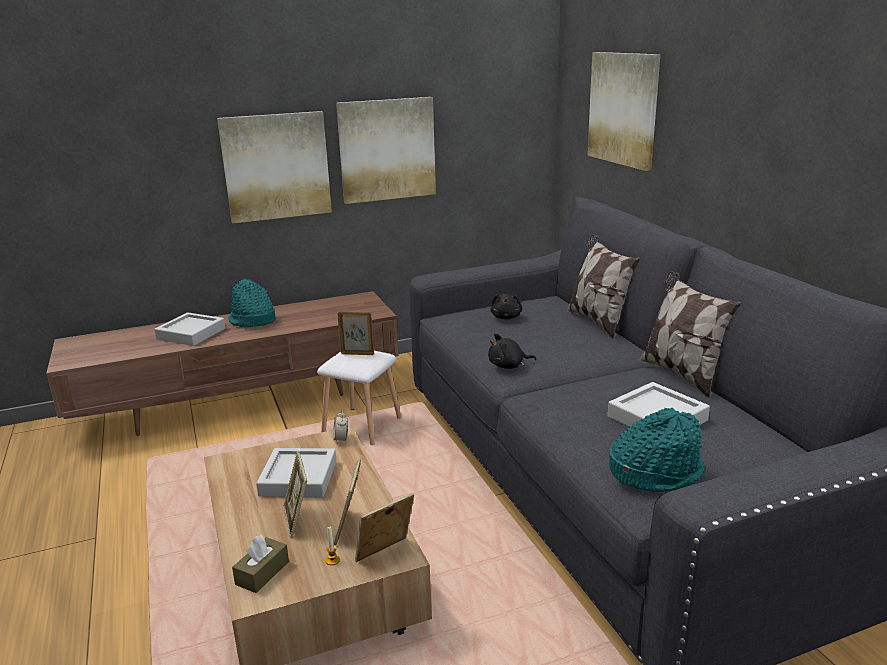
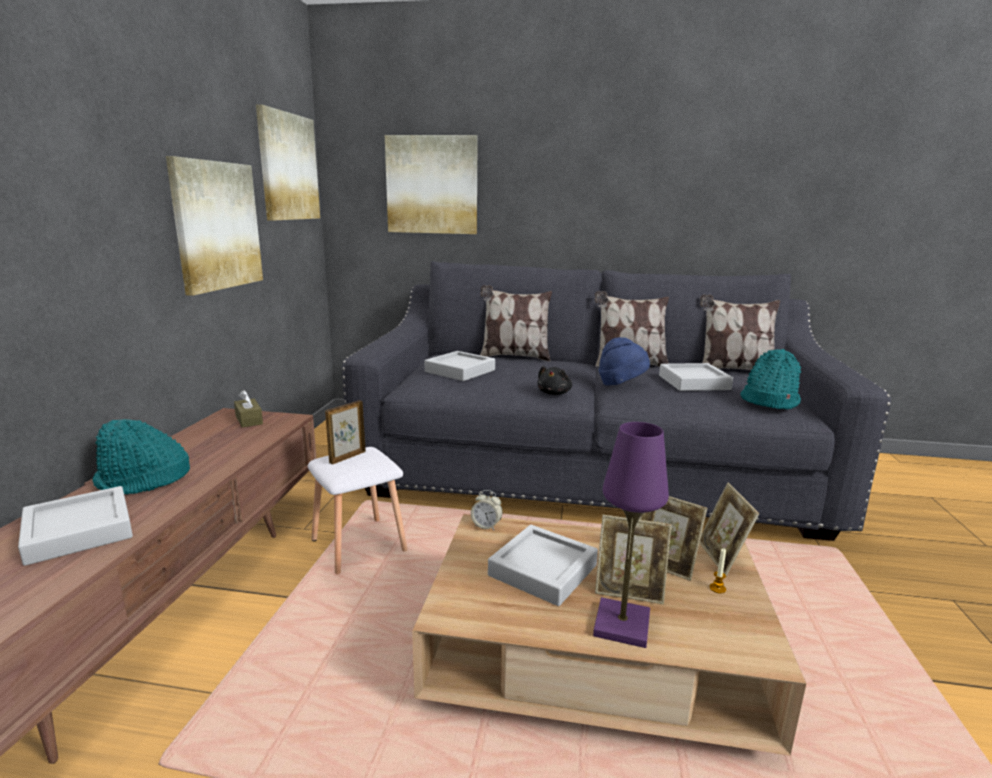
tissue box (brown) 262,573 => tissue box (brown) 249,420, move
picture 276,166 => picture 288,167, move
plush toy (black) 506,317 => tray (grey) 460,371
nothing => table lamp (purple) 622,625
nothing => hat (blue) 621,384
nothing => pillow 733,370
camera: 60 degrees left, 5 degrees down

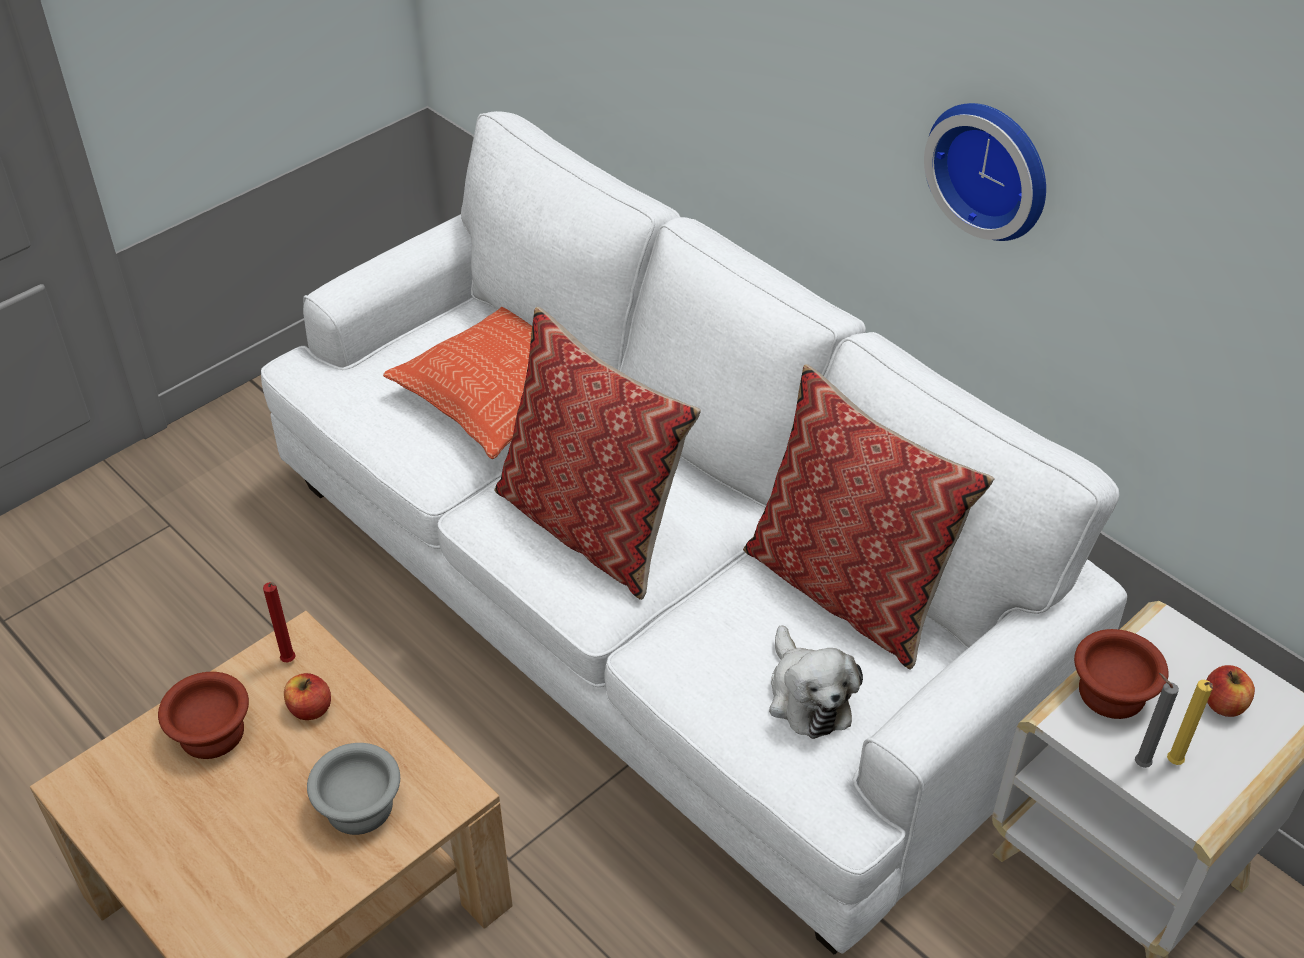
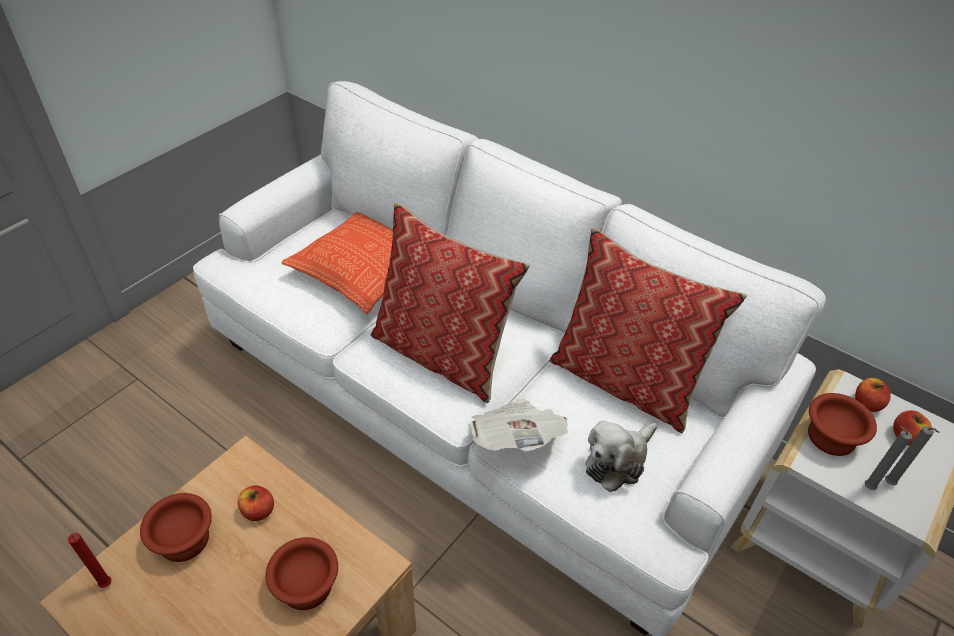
candle (red) 290,662 => candle (red) 107,585, move
bowl (grey) 362,806 => bowl (brown) 309,585
nothing => newspaper 516,440
plush toy 807,696 => plush toy 617,460, 75 degrees clockwise
nothing => apple 866,403
candle (yellow) 1174,764 => candle (grey) 890,485
wall clock 993,167 => nothing
camera: 10 degrees left, 0 degrees up

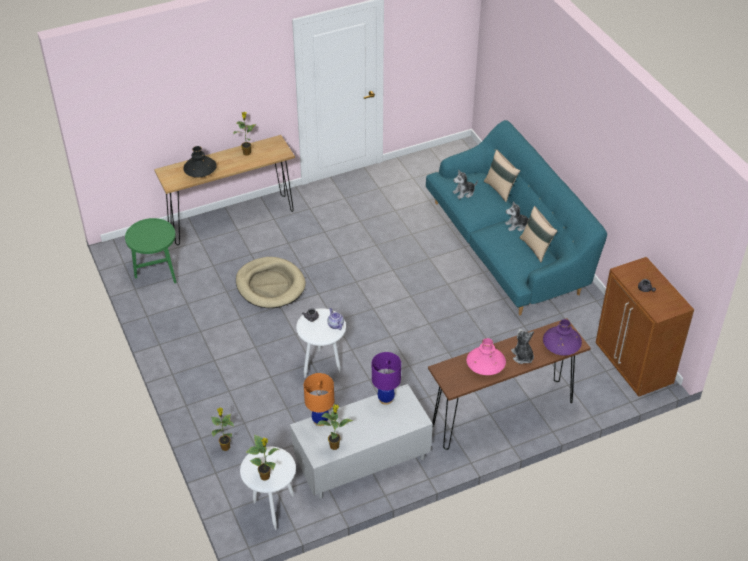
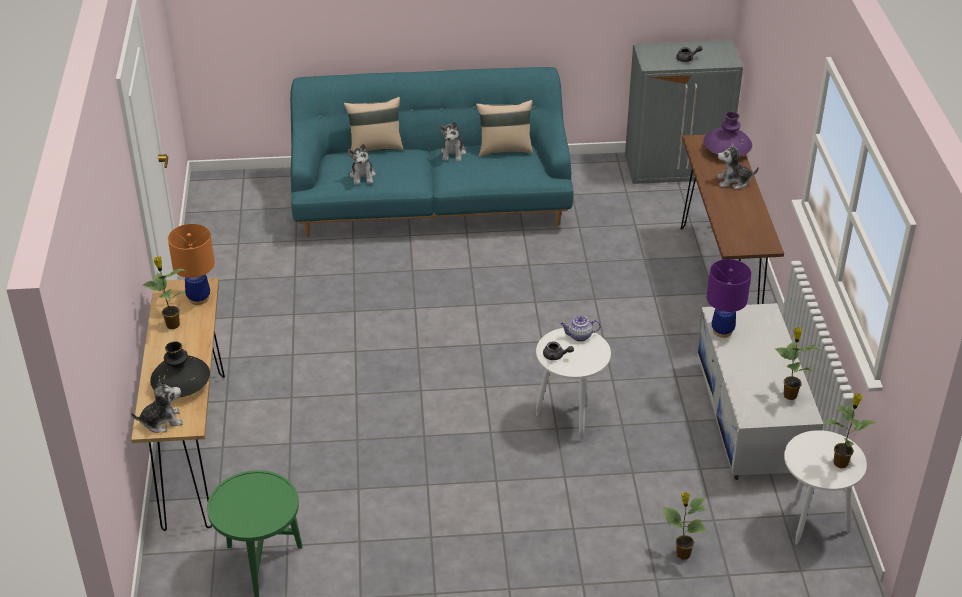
nothing => plush toy 162,421
table lamp (orange) 320,420 => table lamp (orange) 198,298, move
cabinet (brown) 634,363 => cabinet (grey) 676,167
dog bed (beige) 270,285 => nothing
vase (pink) 485,365 => nothing
camera: 70 degrees left, 5 degrees down

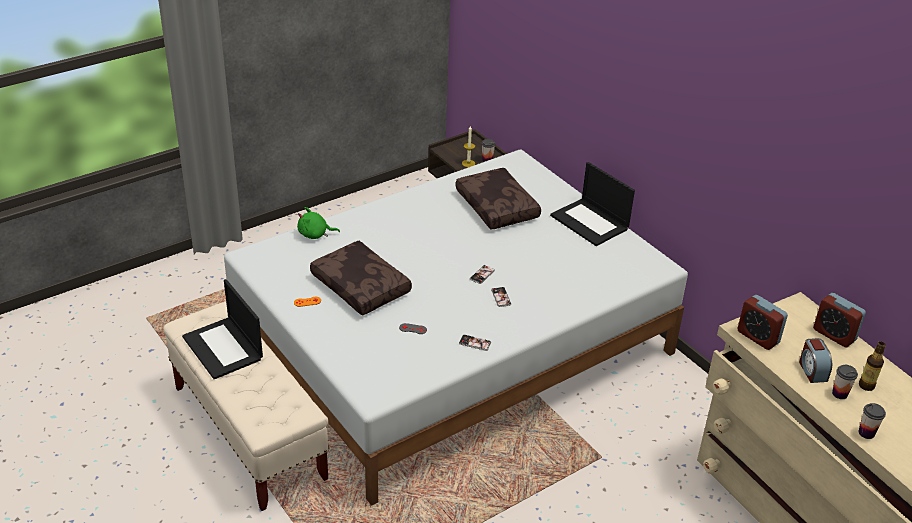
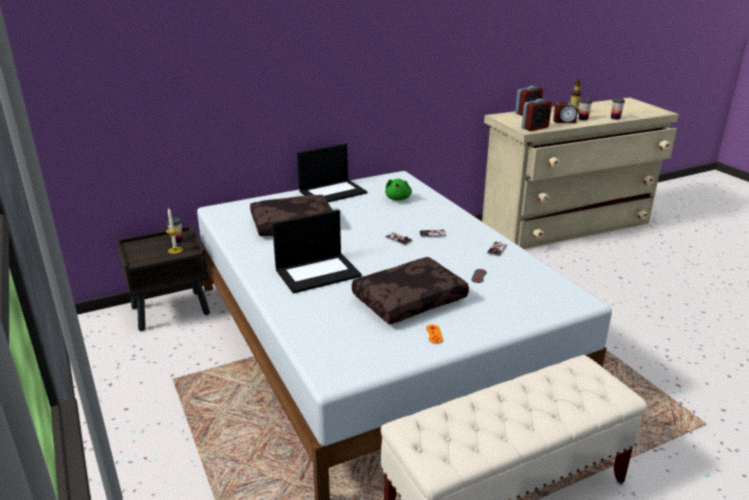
laptop 224,348 => laptop 318,272, move
plush toy (green) 315,234 => plush toy (green) 398,198, move
camera: 80 degrees left, 10 degrees down

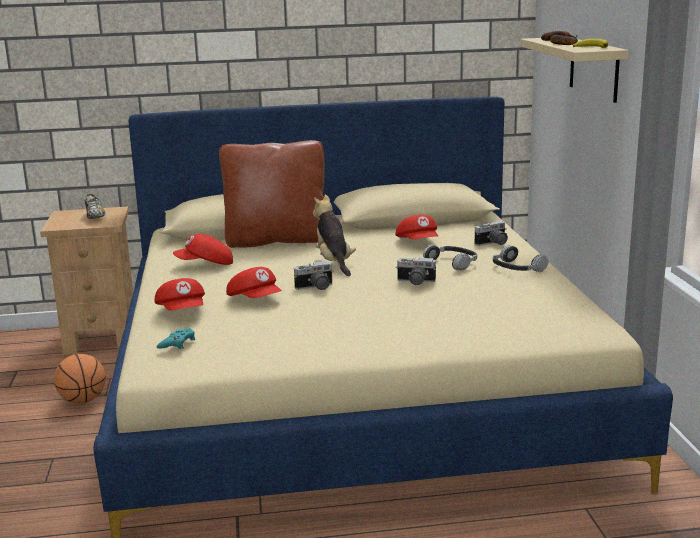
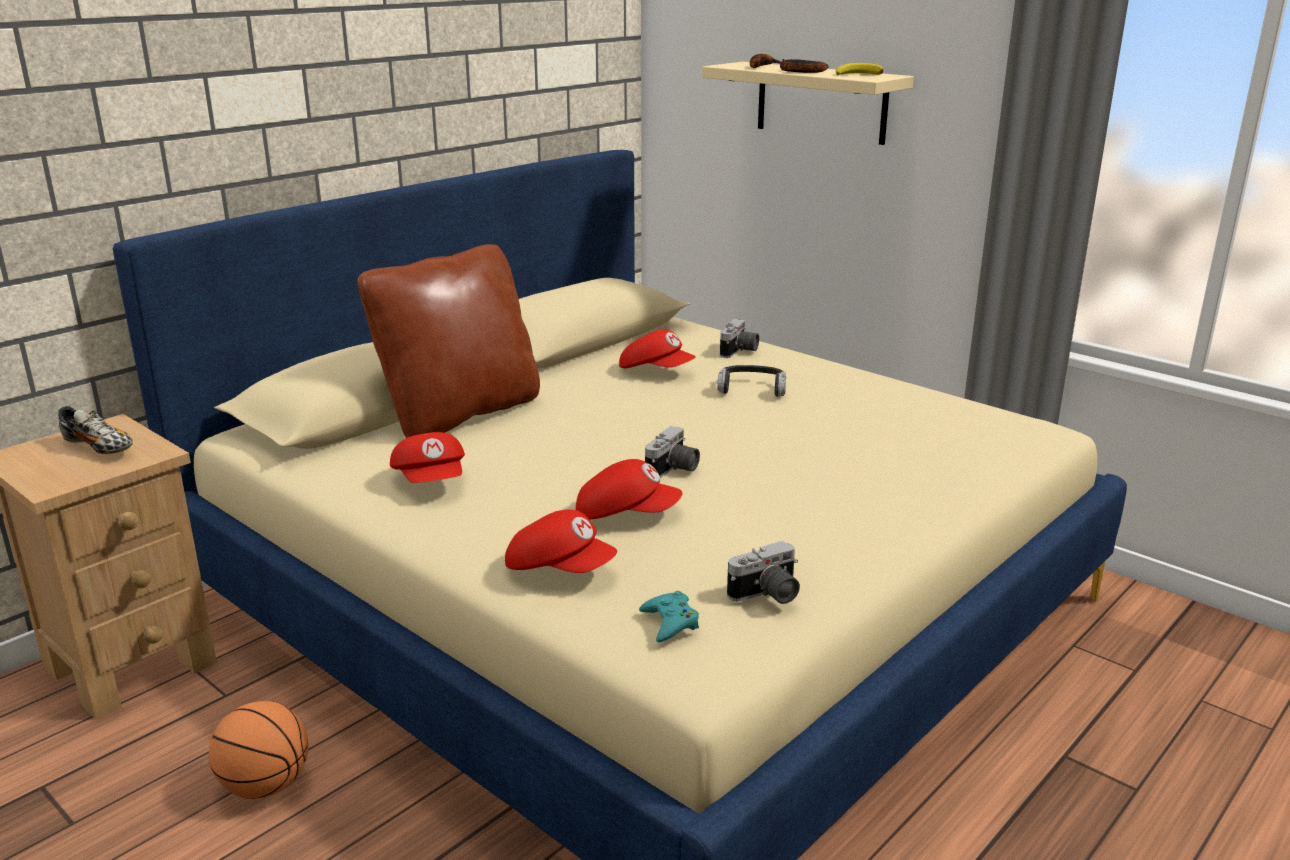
cap (red) 205,265 => cap (red) 432,481, 60 degrees counterclockwise
photo camera 415,282 => photo camera 767,595, move
plush toy 334,262 => nothing
headphones 517,268 => nothing
camera: 40 degrees left, 5 degrees up

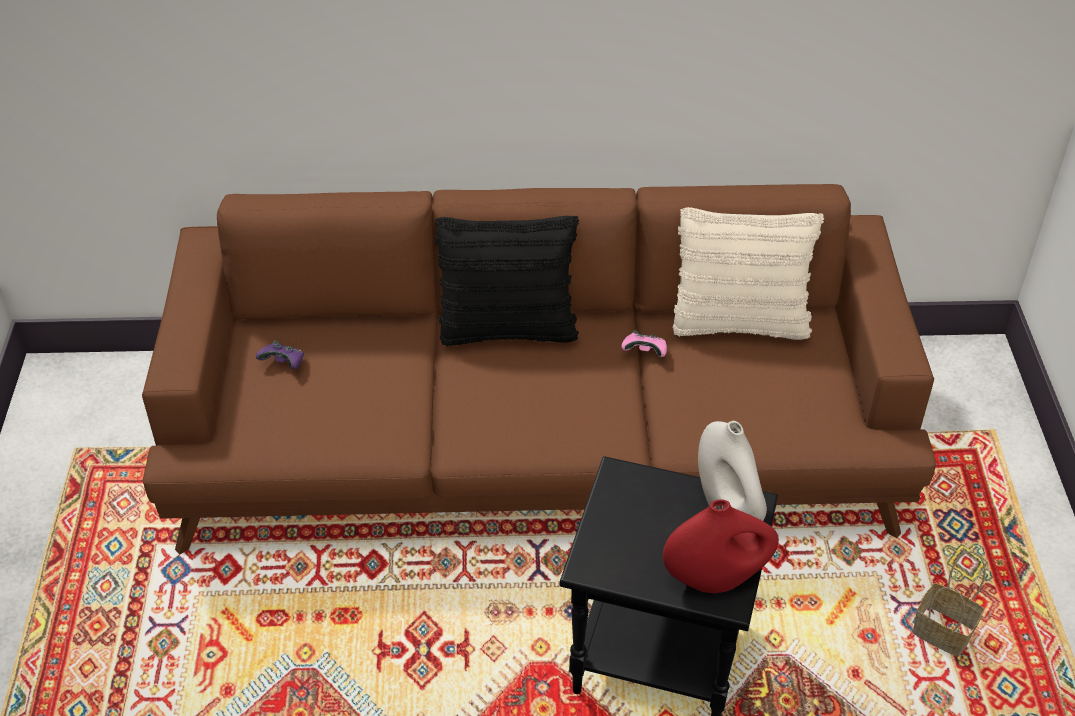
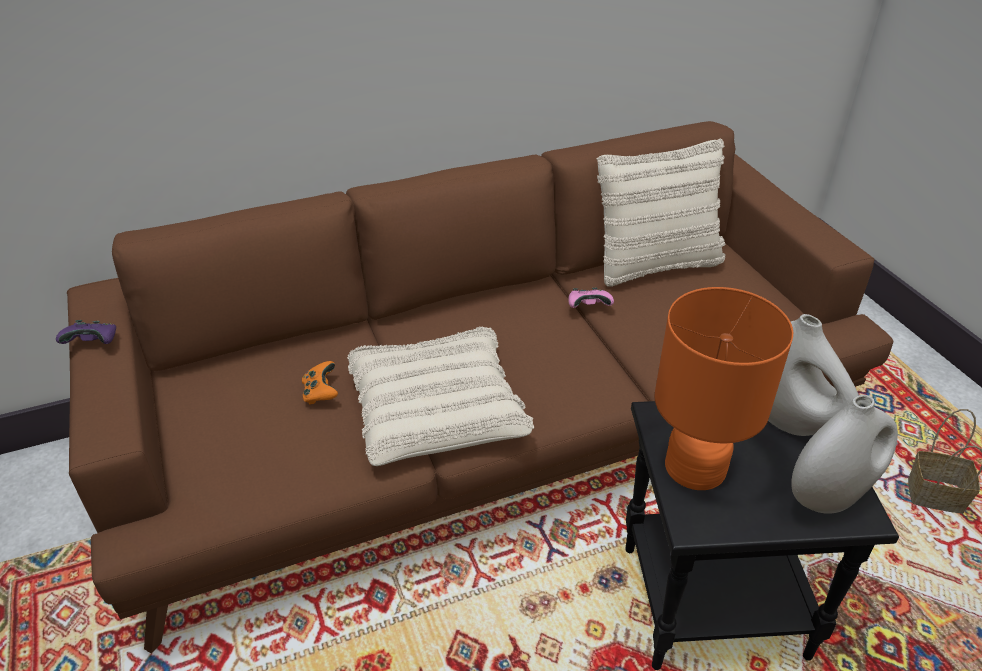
game controller (purple) 284,364 => game controller (purple) 94,344, move
nothing => game controller (orange) 321,393
nothing => pillow (beige) 437,408
nothing => table lamp (orange) 695,466
vase (red) 716,578 => vase (white) 830,494
pillow (black) 508,330 => nothing
camera: 20 degrees left, 5 degrees down

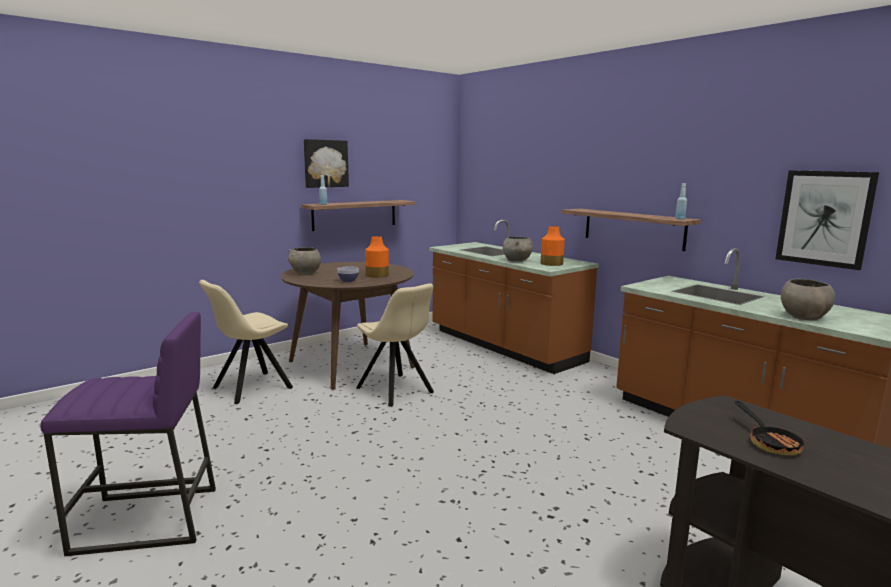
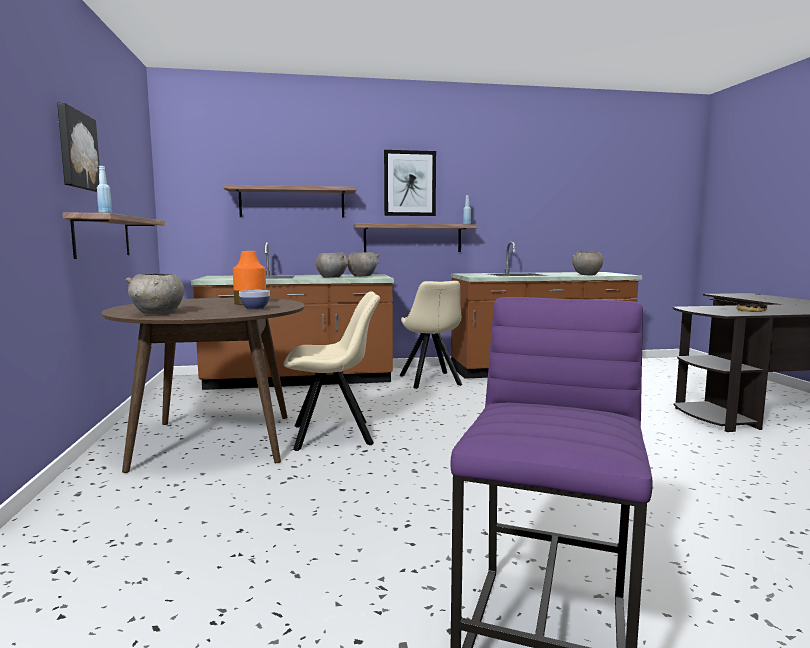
nothing => shelf 292,202
vase (orange) 551,263 => bowl (grey) 362,276
picture 824,218 => picture 409,183, move
chair (beige) 251,388 => chair (beige) 430,380, move
camera: 60 degrees left, 5 degrees down

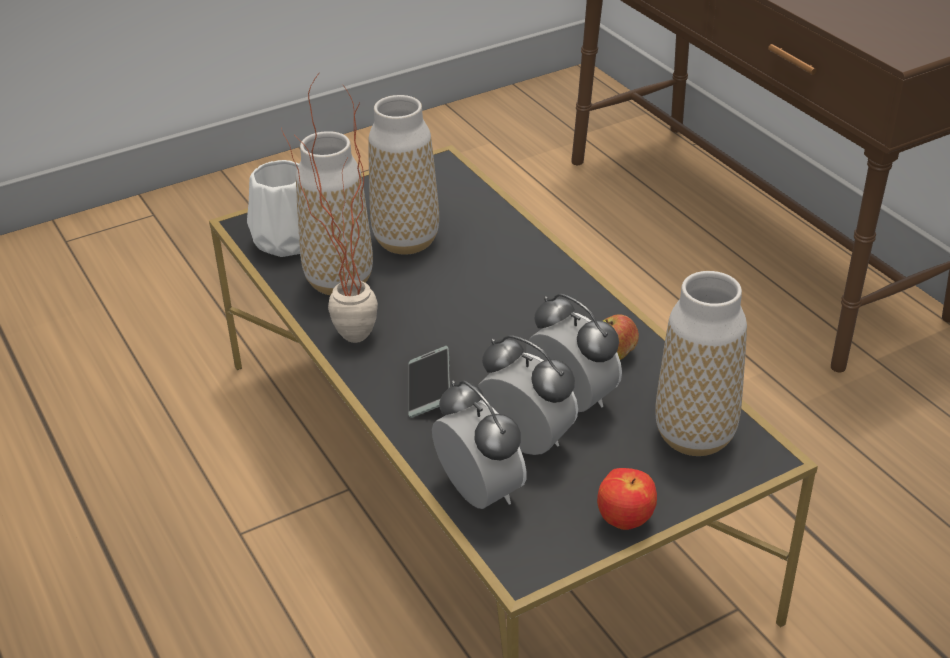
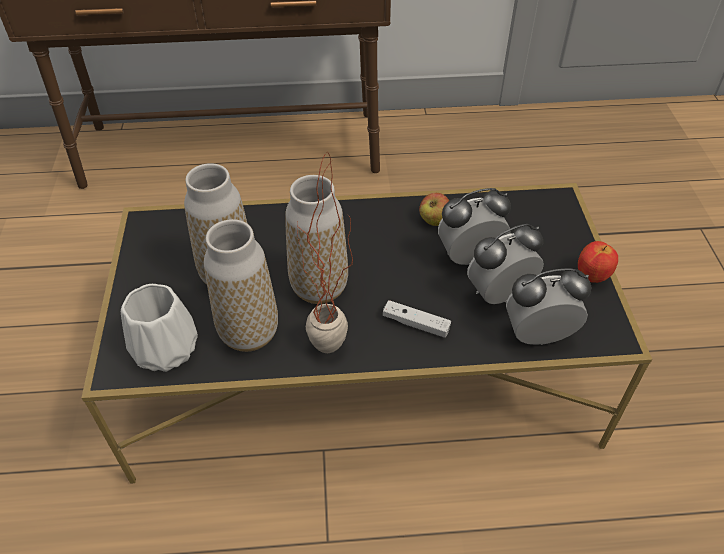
vase 694,436 => vase 319,288, move
phone 429,389 => game controller (white) 416,324
camera: 65 degrees left, 10 degrees up

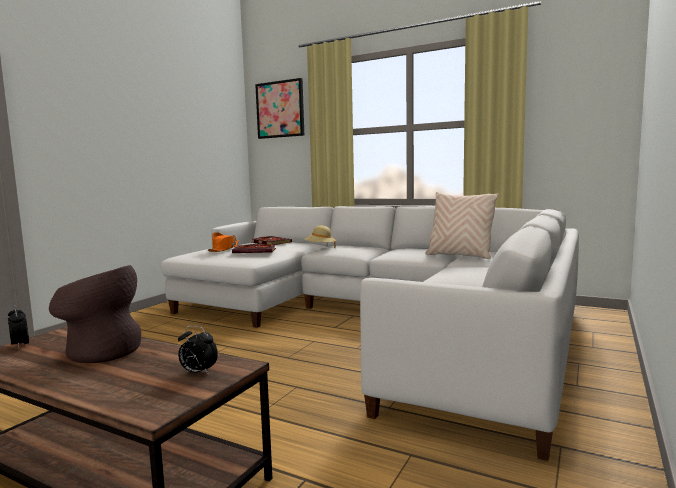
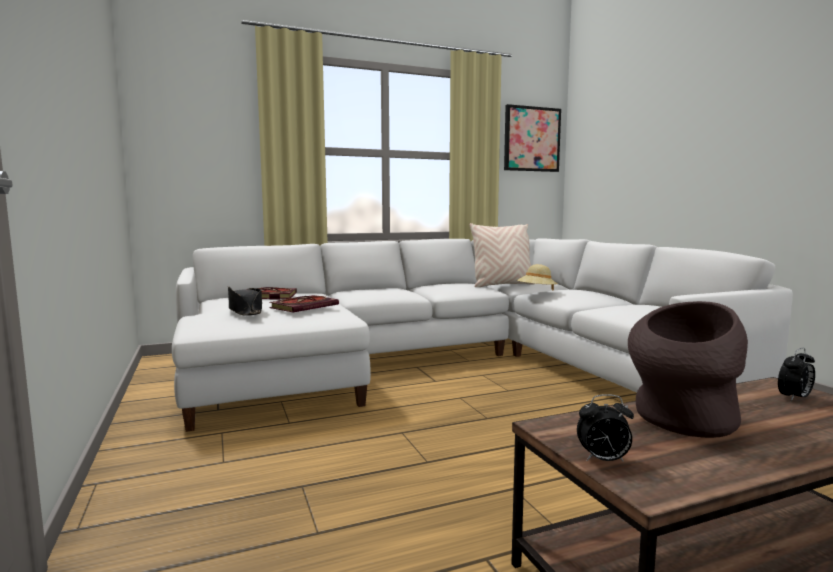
hat (orange) 224,249 => hat (black) 245,311
picture 280,109 => picture 531,139, move
hat (beige) 320,247 => hat (beige) 536,292, move
camera: 50 degrees left, 0 degrees up

